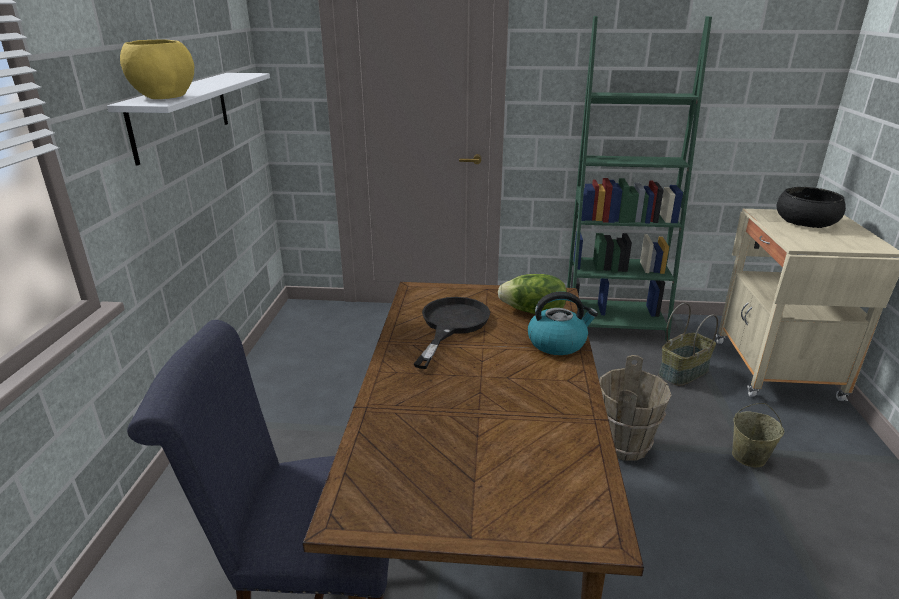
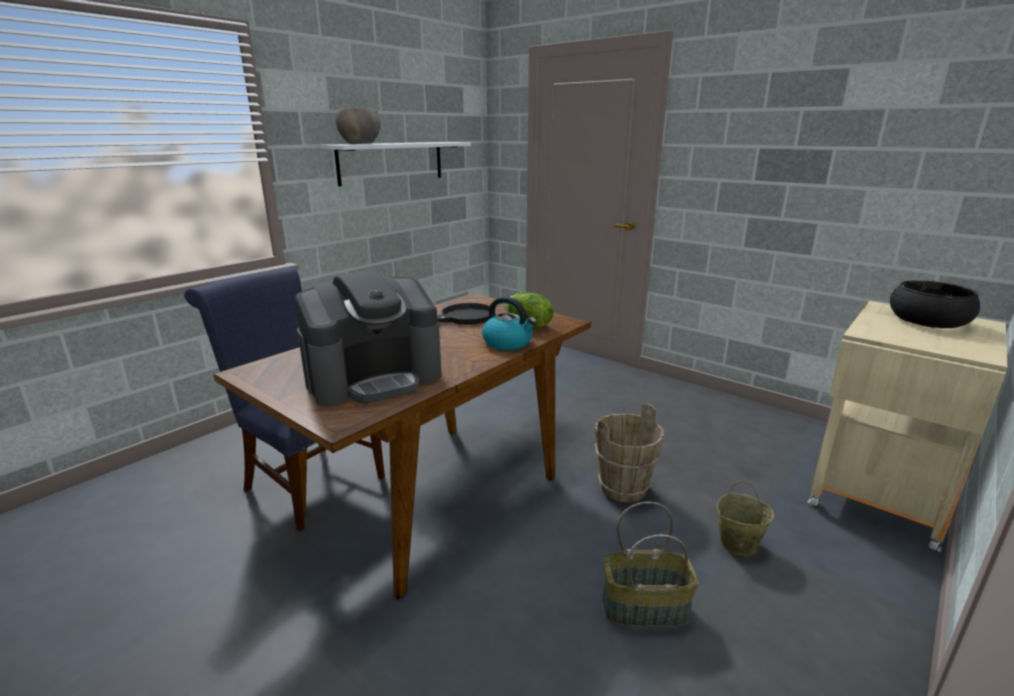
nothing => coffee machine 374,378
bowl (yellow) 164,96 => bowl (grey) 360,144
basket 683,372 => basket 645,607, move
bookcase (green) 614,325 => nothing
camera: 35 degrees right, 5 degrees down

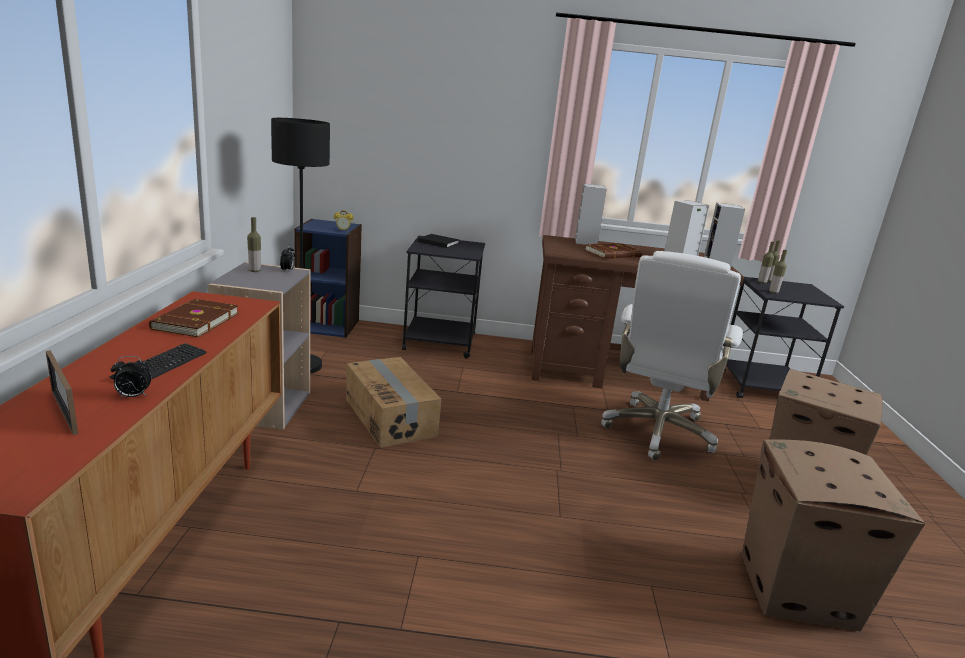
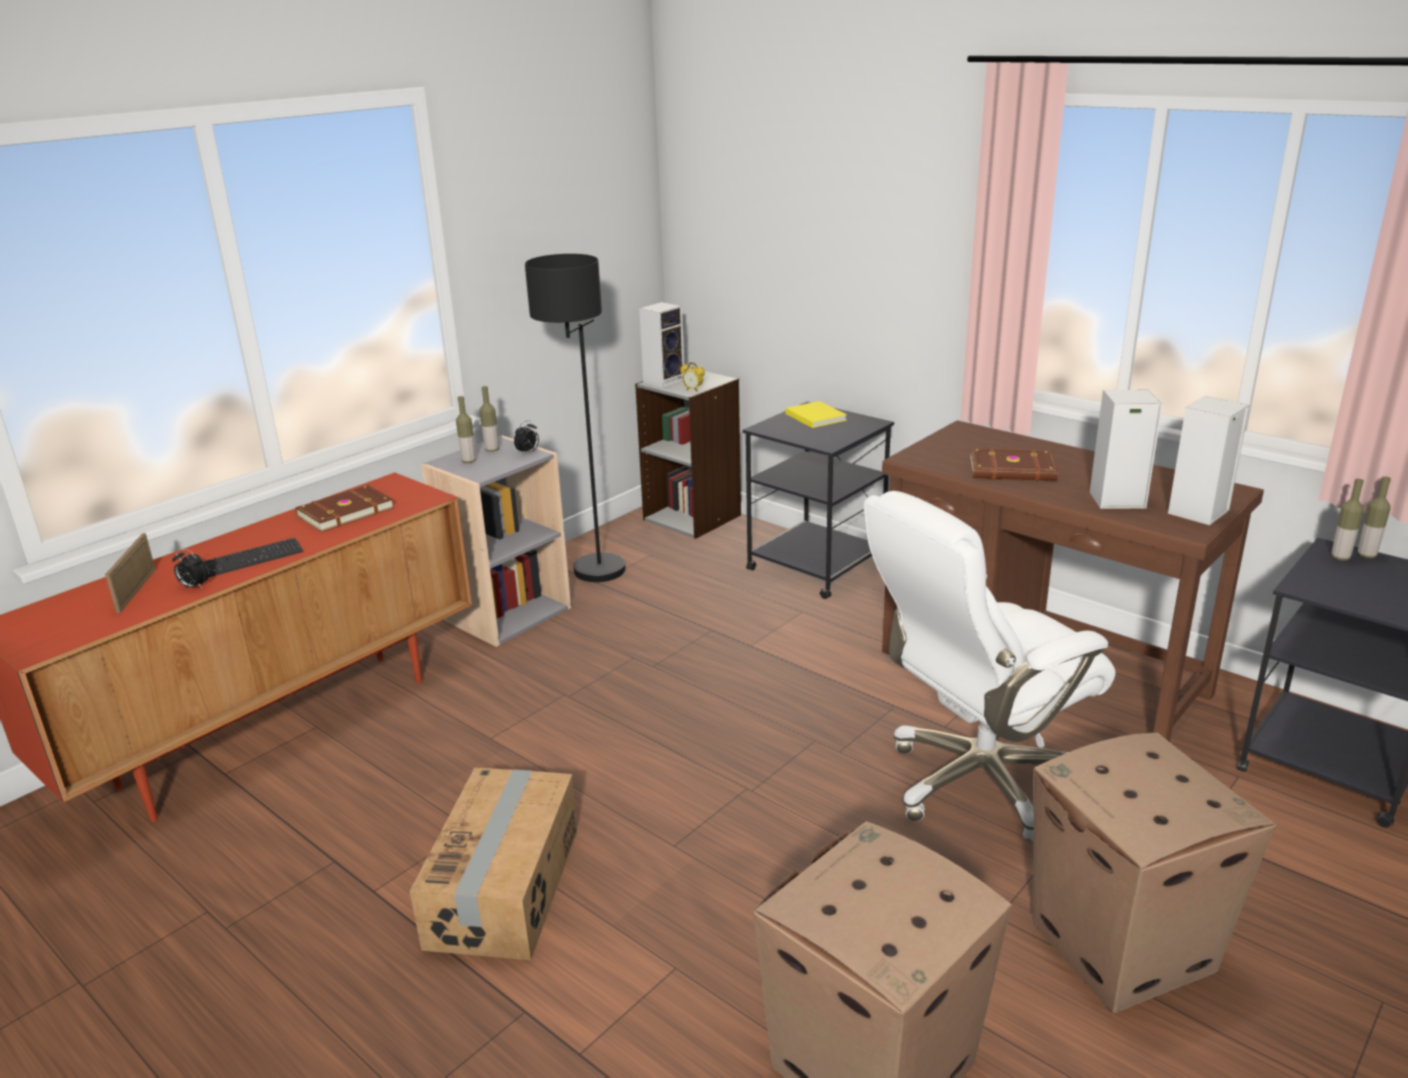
cardboard box 391,417 => cardboard box 506,886, move
bottle 773,292 => bottle 469,461, move
bookcase (blue) 328,325 => bookcase (grey) 693,517
speaker 585,242 => speaker 664,380, move
book (black) 437,242 => book (yellow) 814,416
camera: 40 degrees right, 5 degrees up

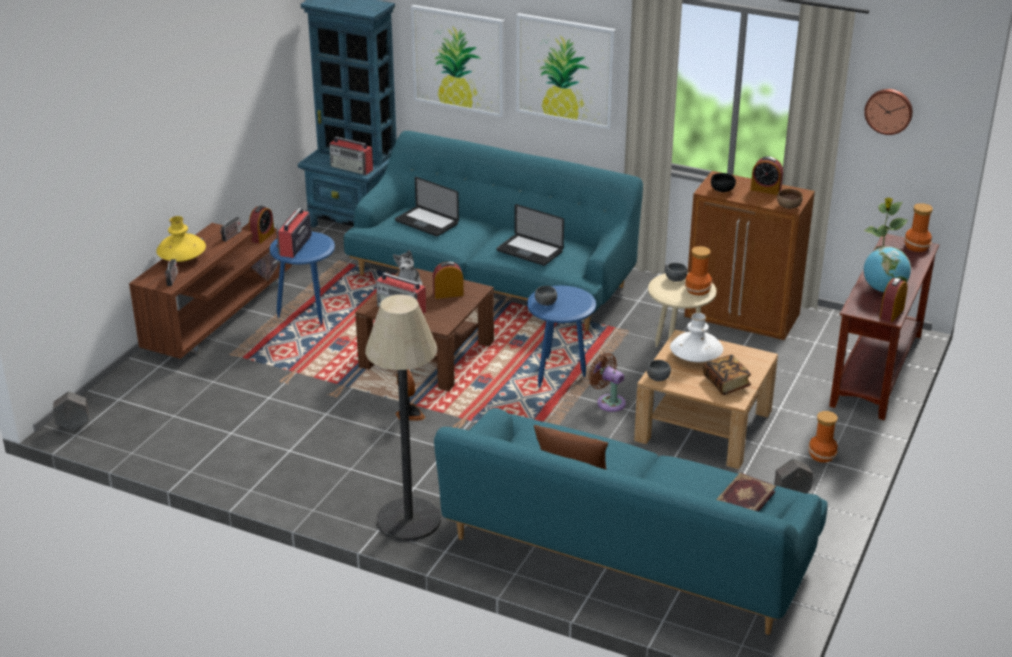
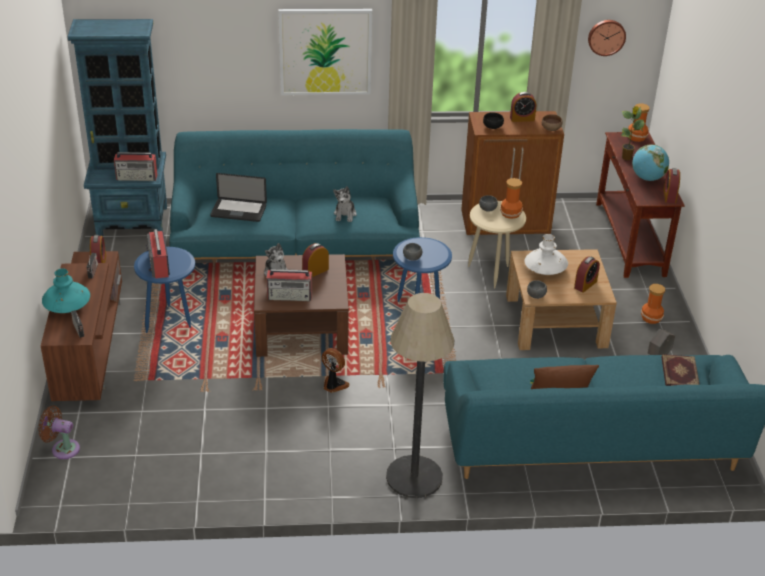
fan (brown) 608,402 => fan (brown) 62,448, move
vase (yellow) 182,256 => vase (turquoise) 67,305
laptop 529,251 => plush toy 345,214
book 726,383 => alarm clock 585,284
planter (grey) 74,427 => nothing
picture 459,60 => nothing
camera: 30 degrees left, 5 degrees up

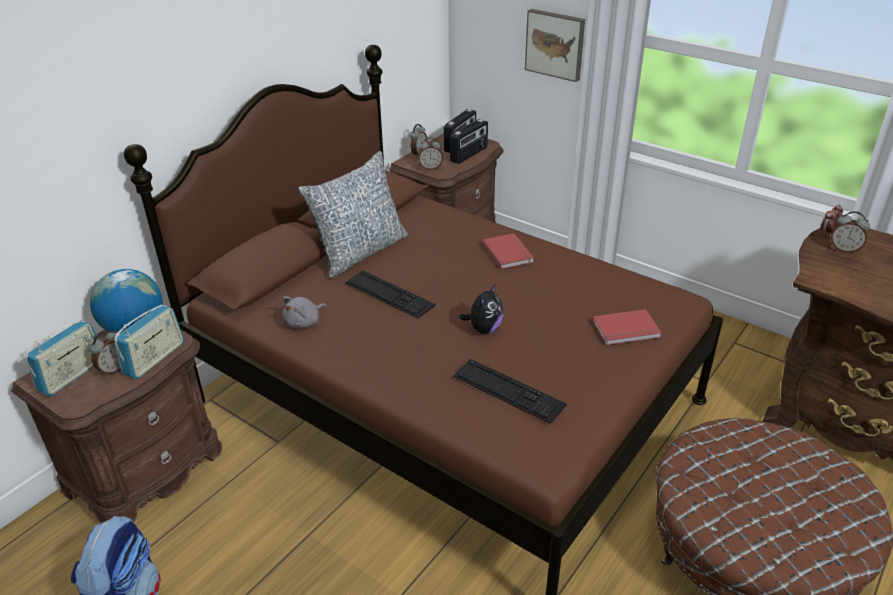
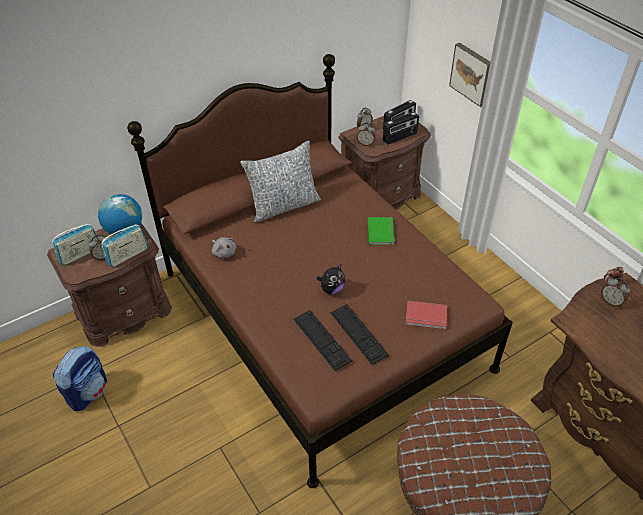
plush toy (grey) 304,322 => plush toy (grey) 224,252, 105 degrees counterclockwise
keyboard 389,294 => keyboard 358,333, move
book (red) 509,252 => book (green) 382,232
camera: 20 degrees right, 10 degrees up

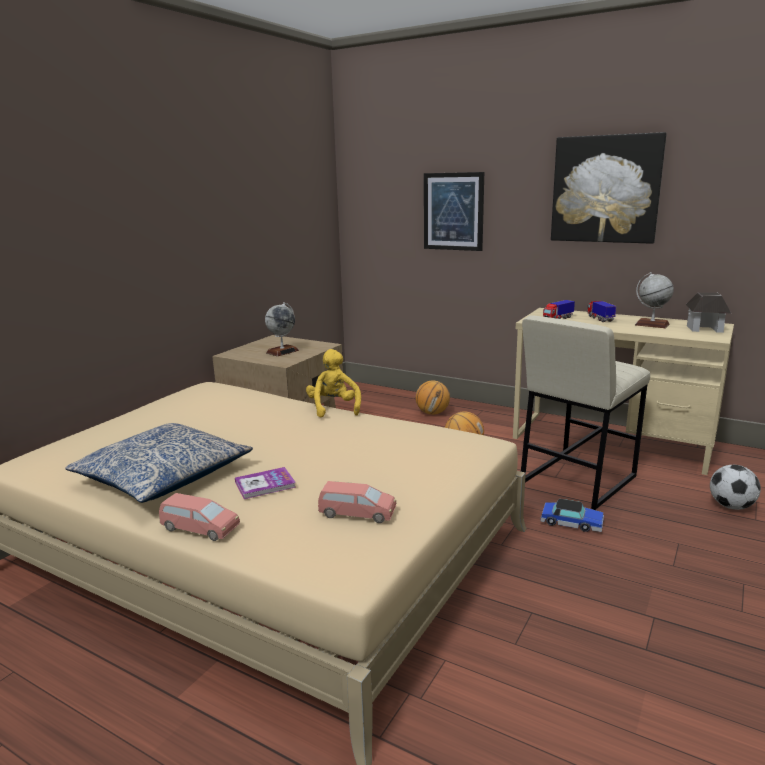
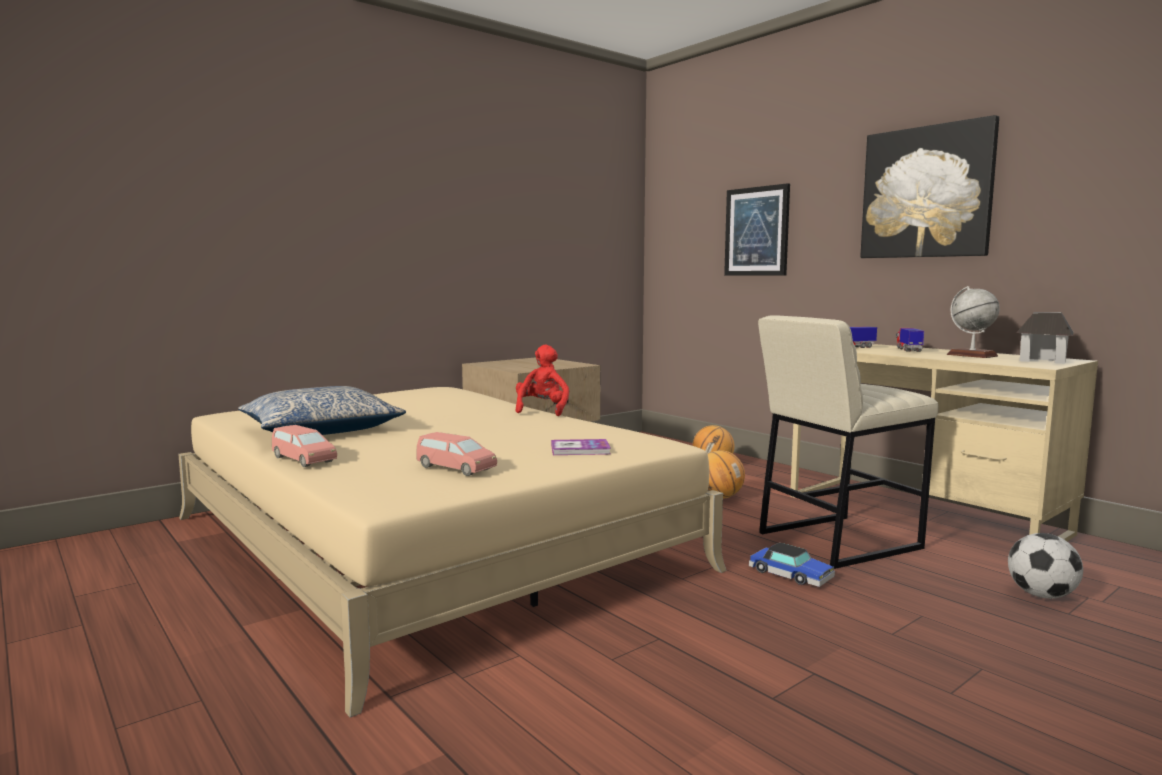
plush toy (yellow) 334,408 => plush toy (red) 542,410
book 265,484 => book 580,449, move
globe 282,351 => nothing
camera: 20 degrees right, 10 degrees down

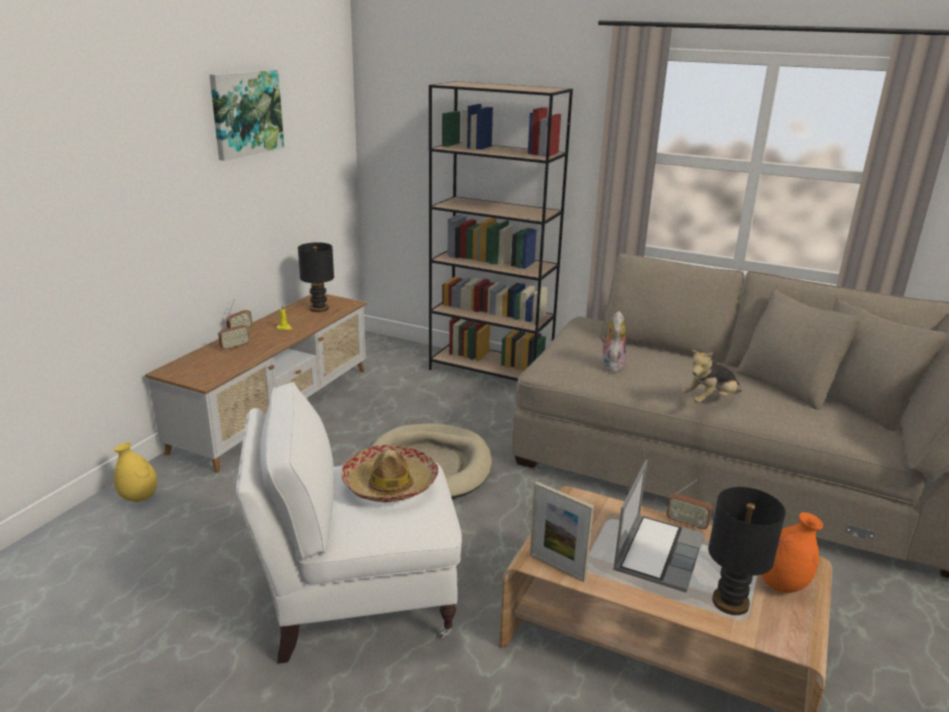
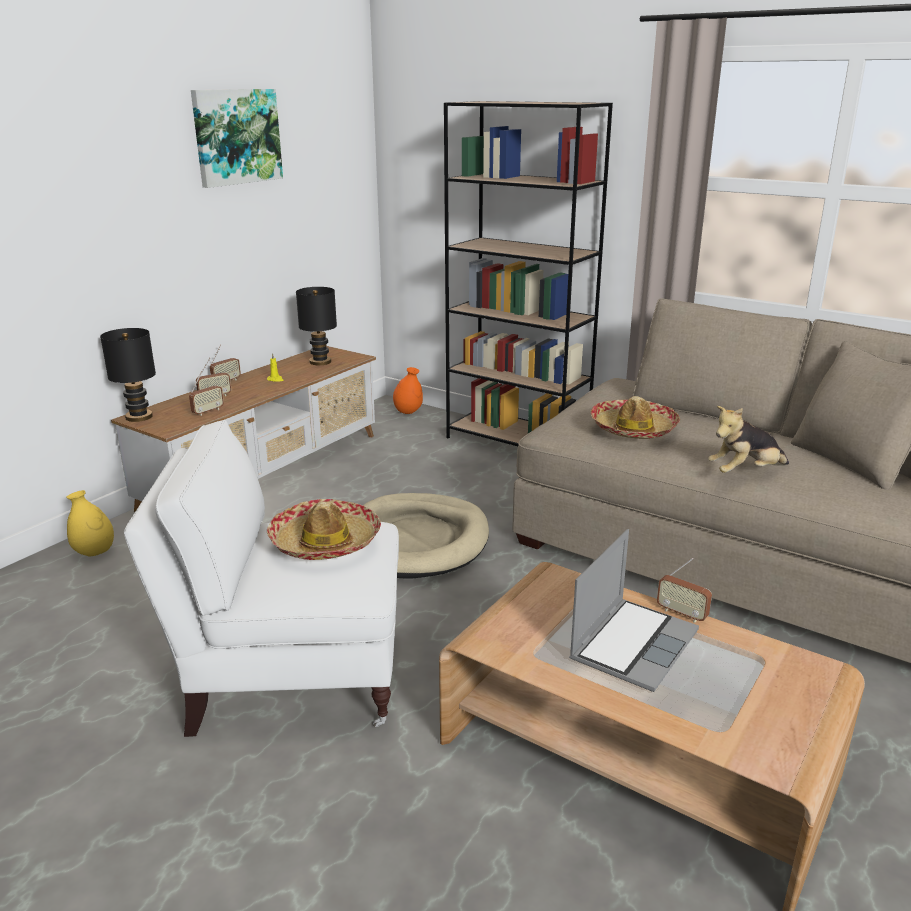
table lamp (black) 731,602 => table lamp (black) 139,416, move
nothing => radio 208,411
vase (orange) 781,584 => vase (orange) 408,412, move
plush toy 611,365 => hat 633,428
picture frame 557,567 => nothing
camera: 10 degrees right, 0 degrees up

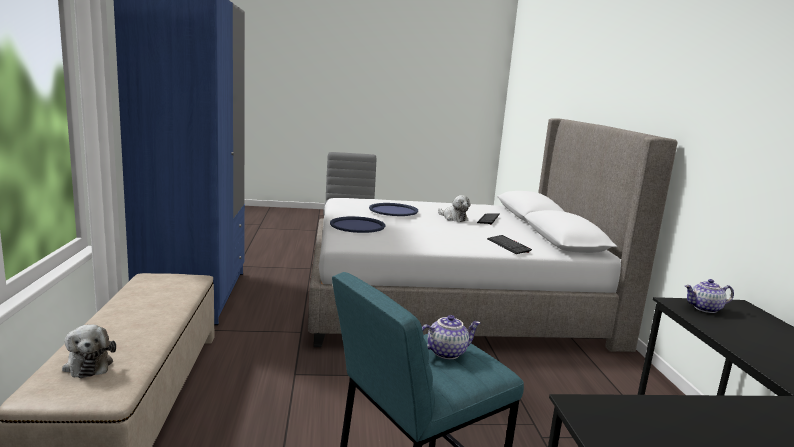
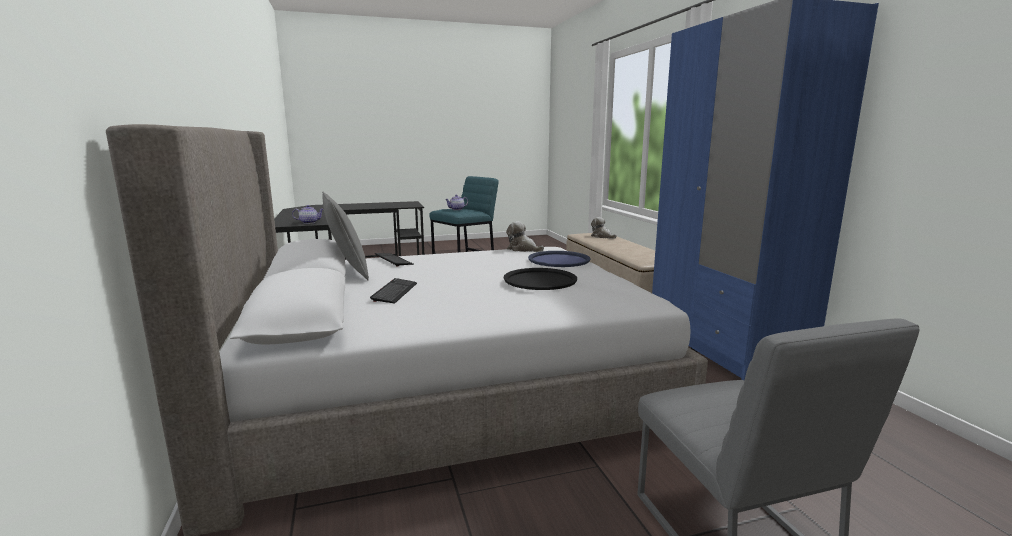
nothing => pillow (grey) 348,273
tray (blue) 393,210 => tray (black) 540,280
plush toy 453,218 => plush toy 523,249, move
camera: 170 degrees right, 0 degrees up

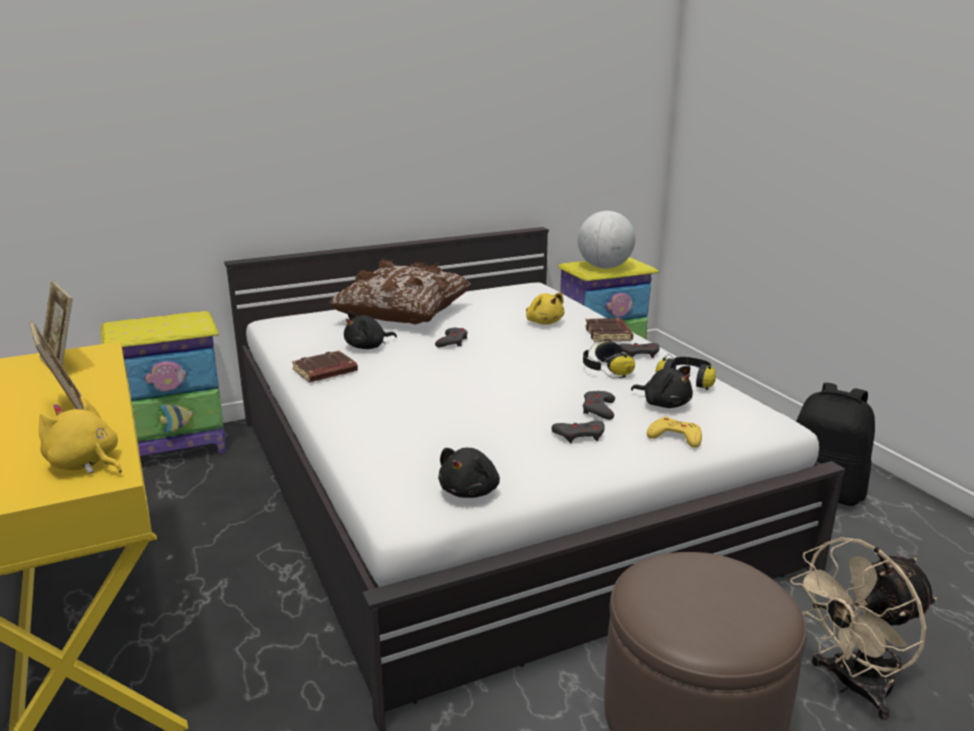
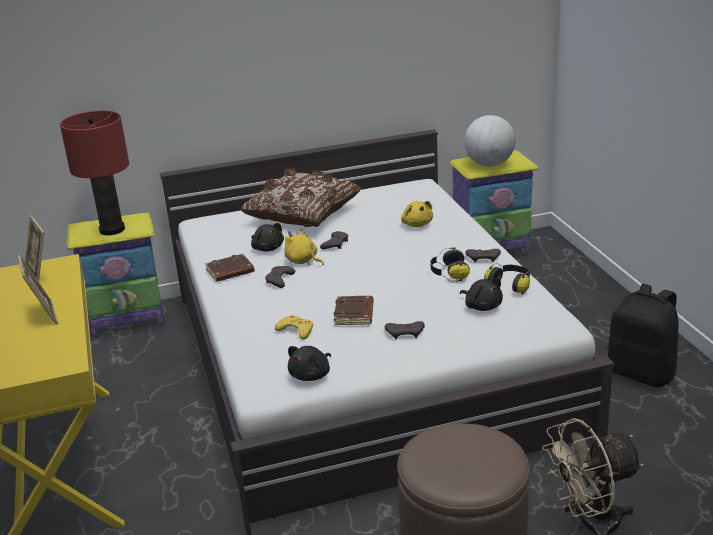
nothing => table lamp (red) 112,229
plush toy (black) 368,347 => plush toy (black) 267,248, 105 degrees counterclockwise
game controller (grey) 598,409 => game controller (grey) 279,279, move
game controller (yellow) 675,437 => game controller (yellow) 296,330, move
plush toy (yellow) 85,464 => plush toy (yellow) 303,261, move
book (brown) 609,334 => book (brown) 355,314, move
camera: 10 degrees right, 5 degrees up

